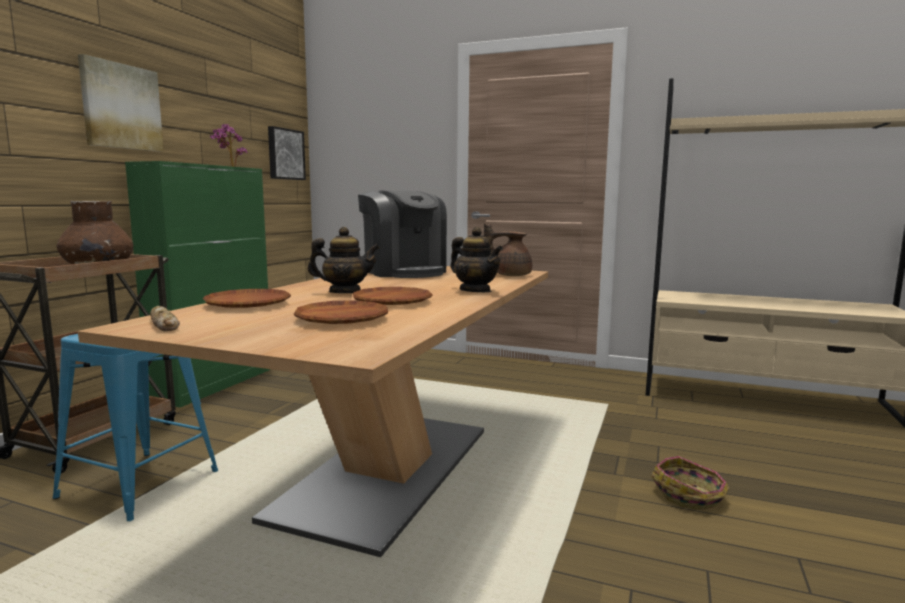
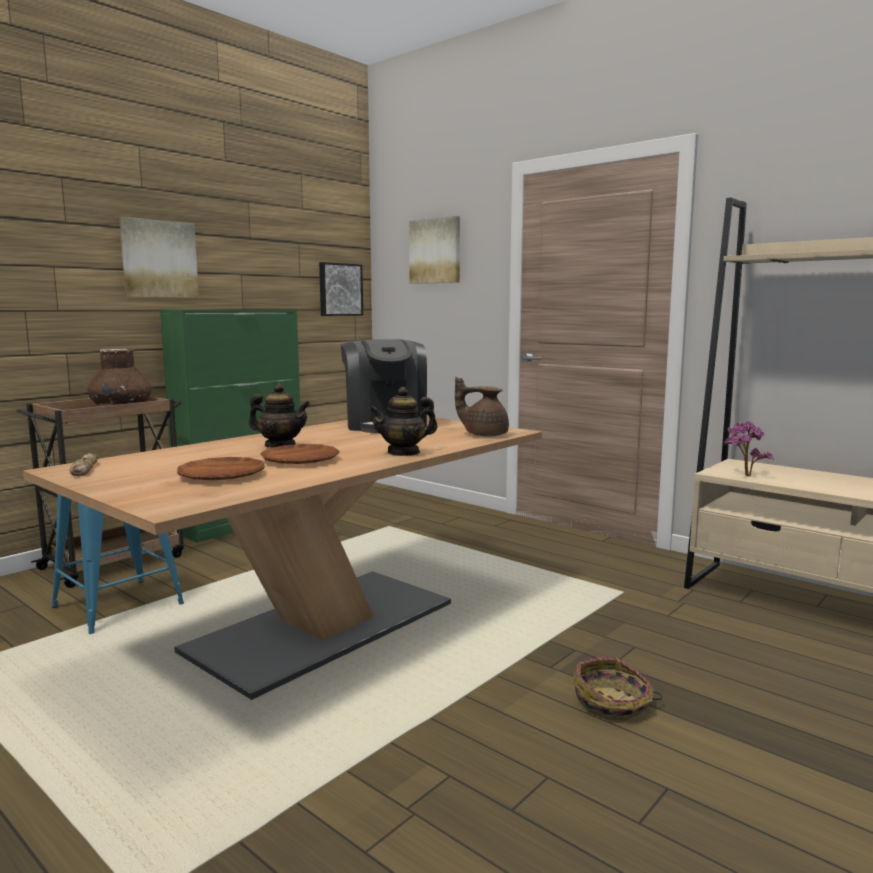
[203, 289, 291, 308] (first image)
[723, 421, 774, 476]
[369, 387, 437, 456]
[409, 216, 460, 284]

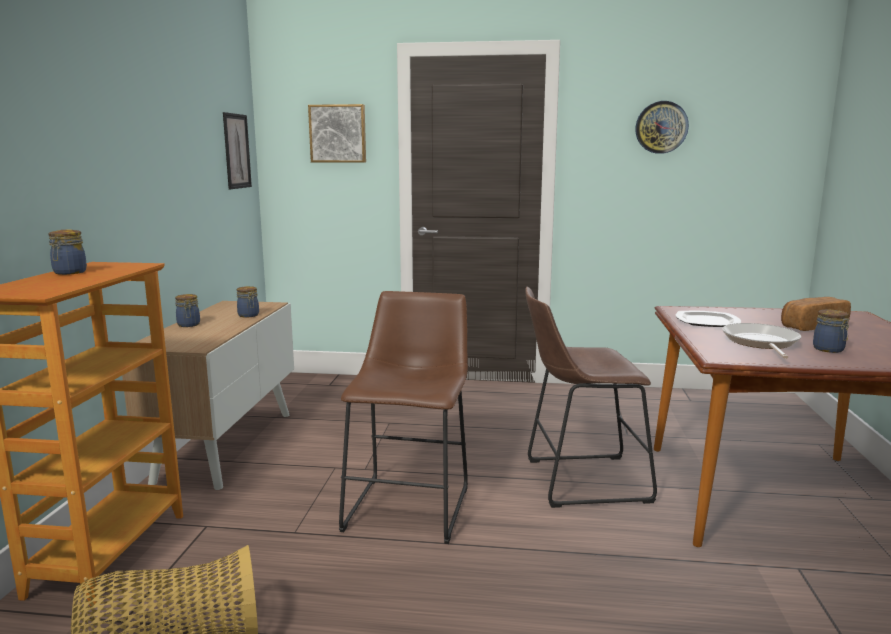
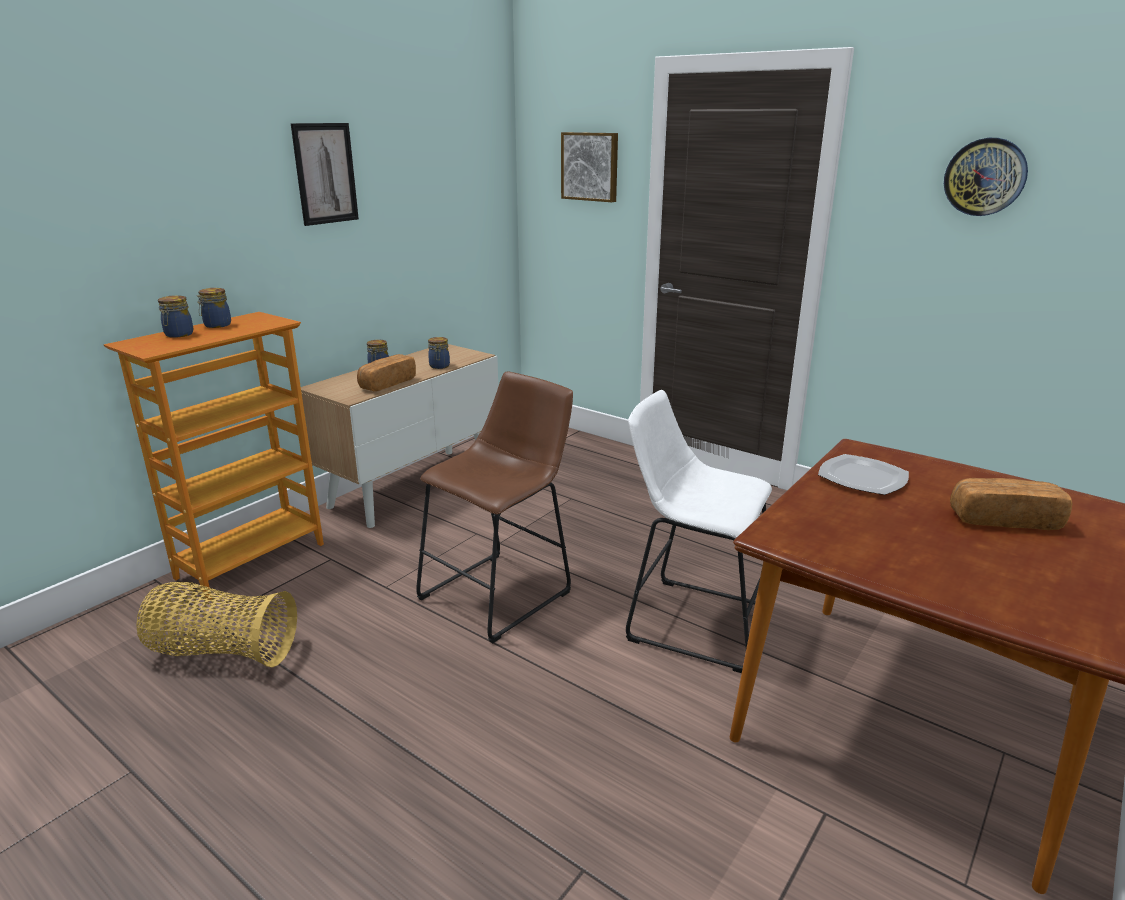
[291, 123, 359, 226]
[626, 390, 772, 673]
[722, 323, 801, 359] (first image)
[158, 295, 193, 338]
[357, 354, 416, 391]

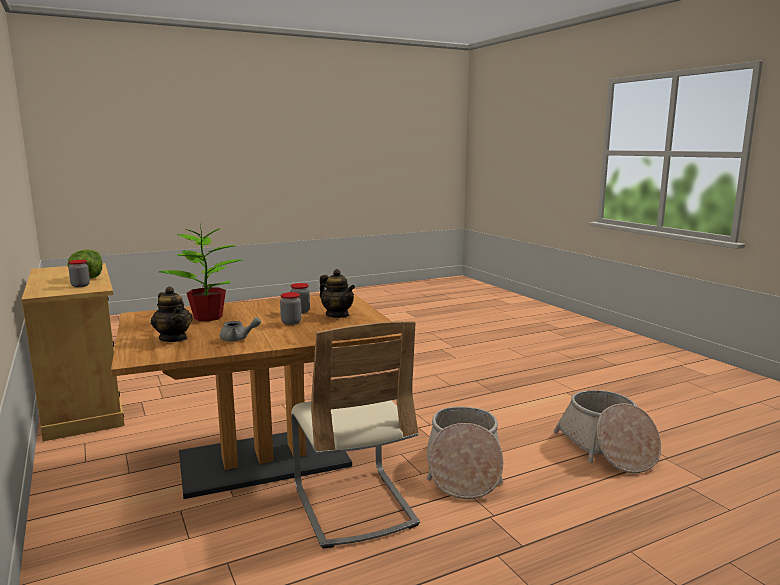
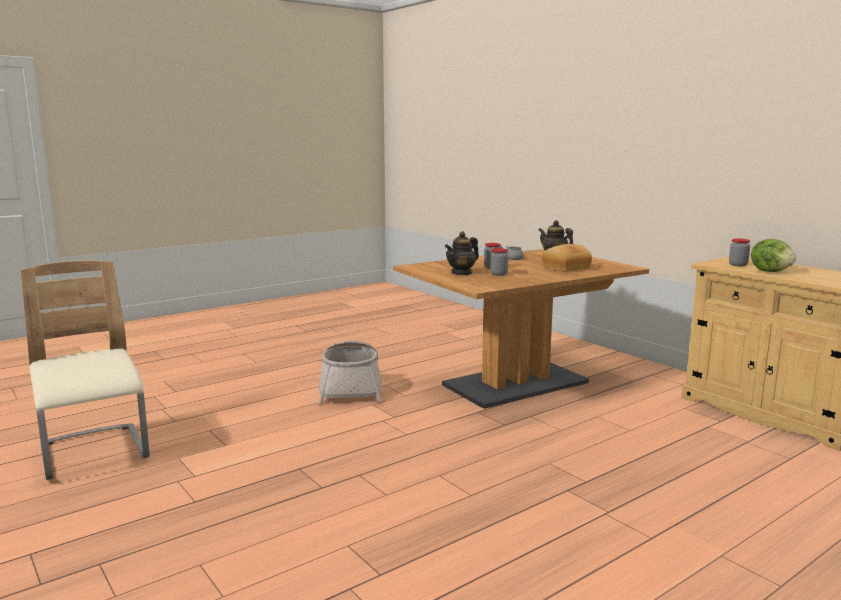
[542, 244, 592, 271]
[20, 260, 150, 480]
[445, 231, 479, 275]
[553, 390, 661, 473] (first image)

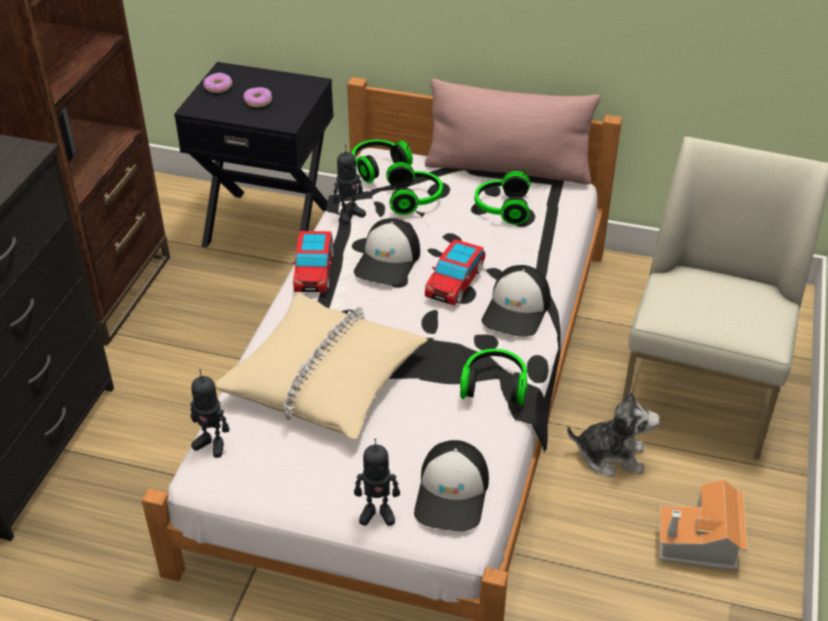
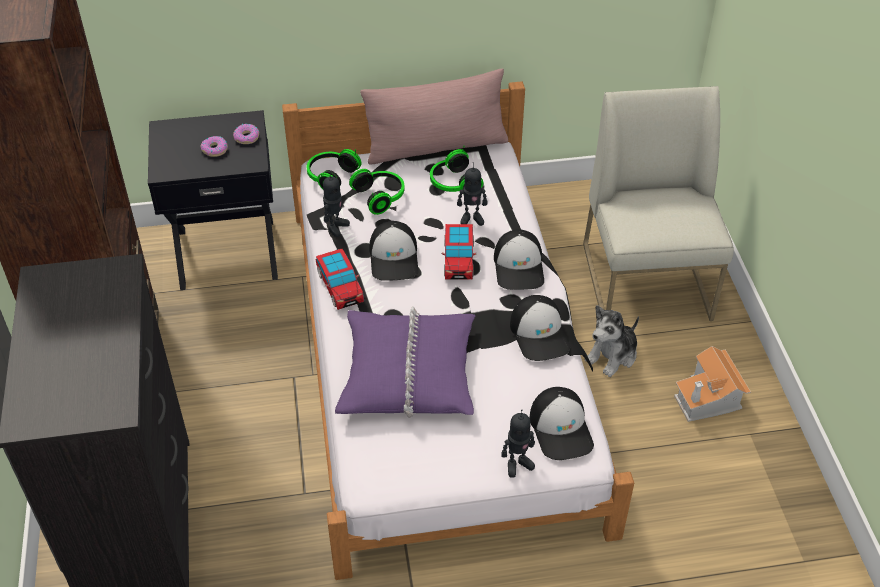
[457, 162, 487, 226]
[233, 124, 259, 144]
[335, 306, 476, 418]
[510, 295, 571, 361]
[585, 305, 639, 377]

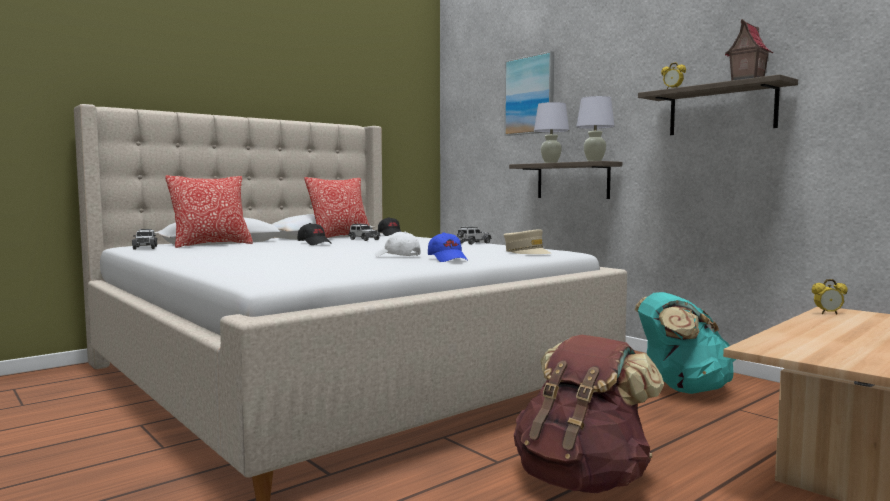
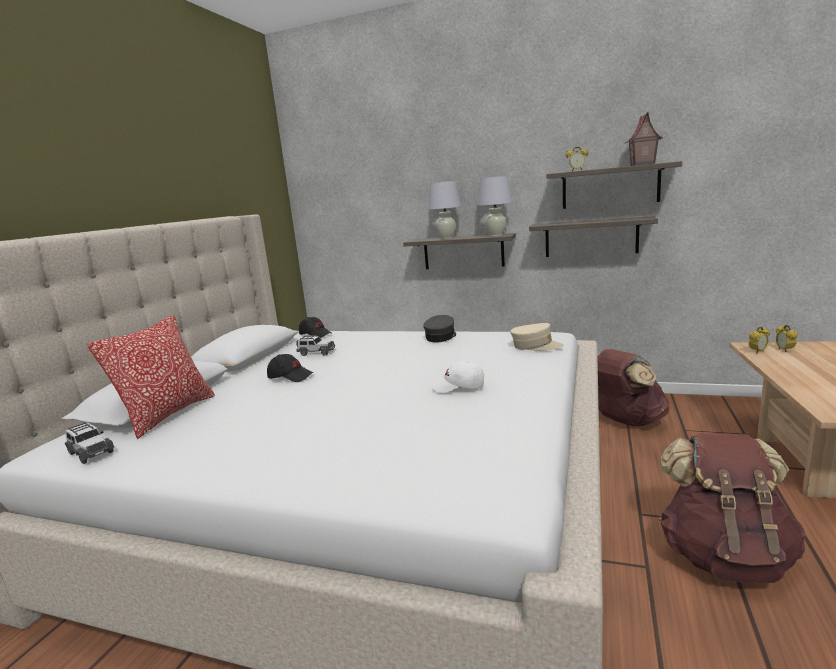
[305, 177, 370, 238] (first image)
[428, 232, 468, 262] (first image)
[423, 315, 456, 343]
[504, 51, 554, 136] (first image)
[597, 349, 670, 426]
[529, 216, 658, 257]
[776, 325, 798, 352]

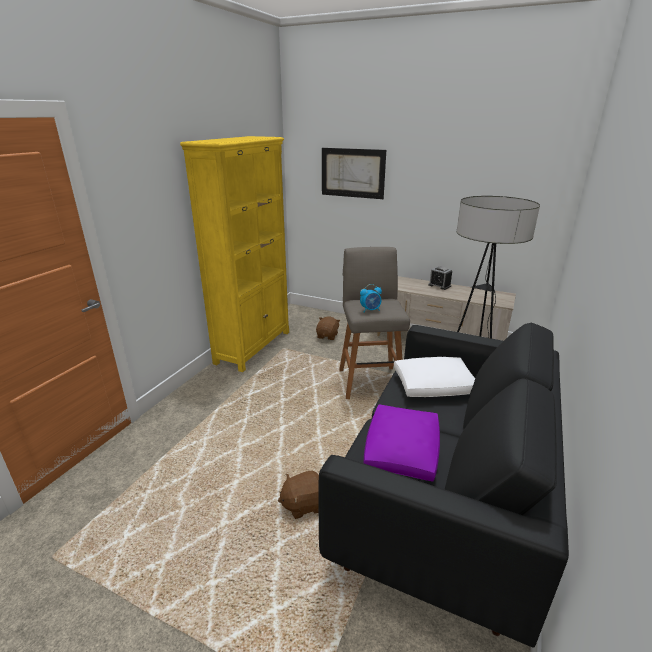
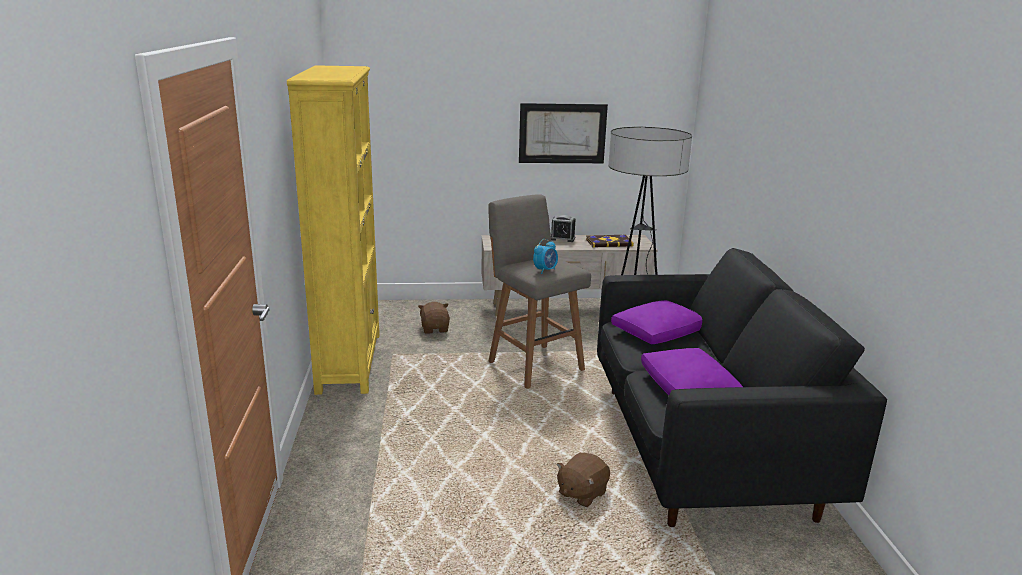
[519, 103, 608, 163]
[611, 300, 702, 344]
[586, 235, 634, 247]

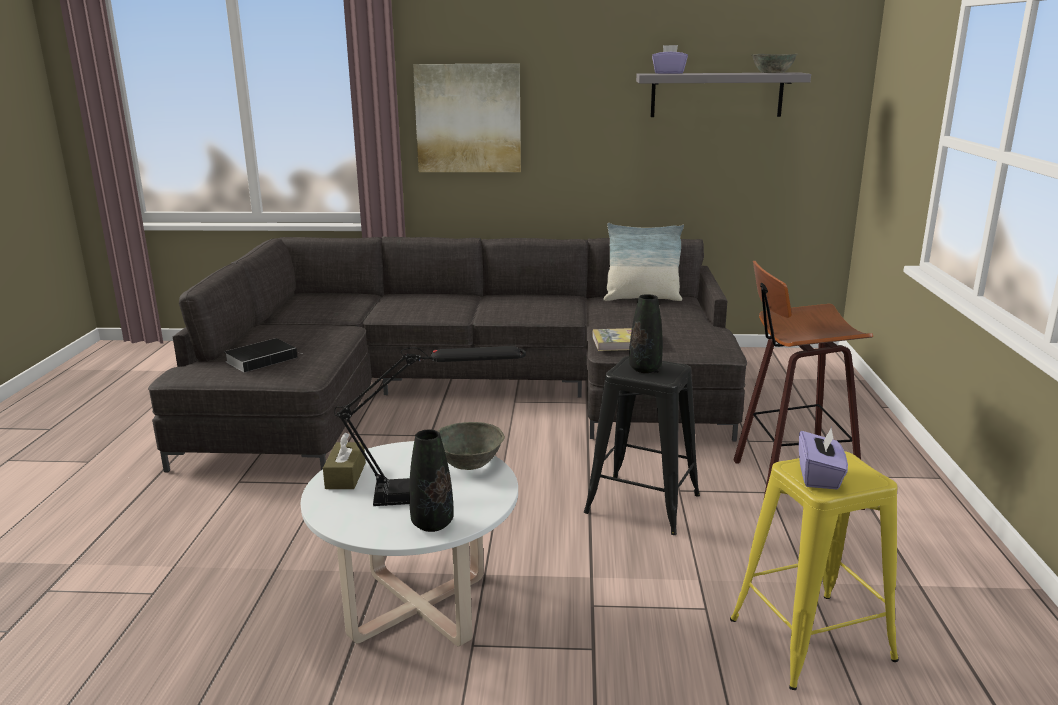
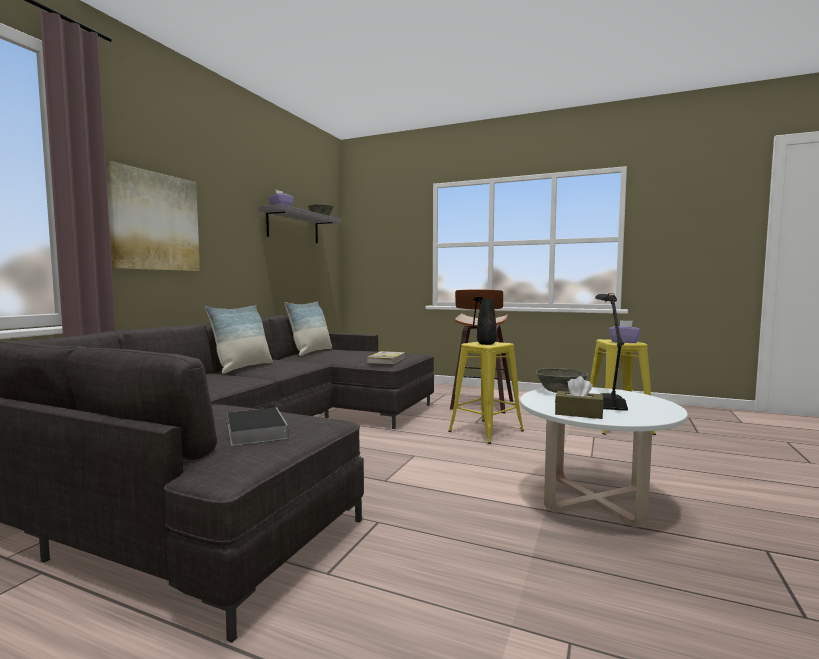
[409, 429, 454, 532] (first image)
[448, 342, 524, 444]
[205, 305, 273, 374]

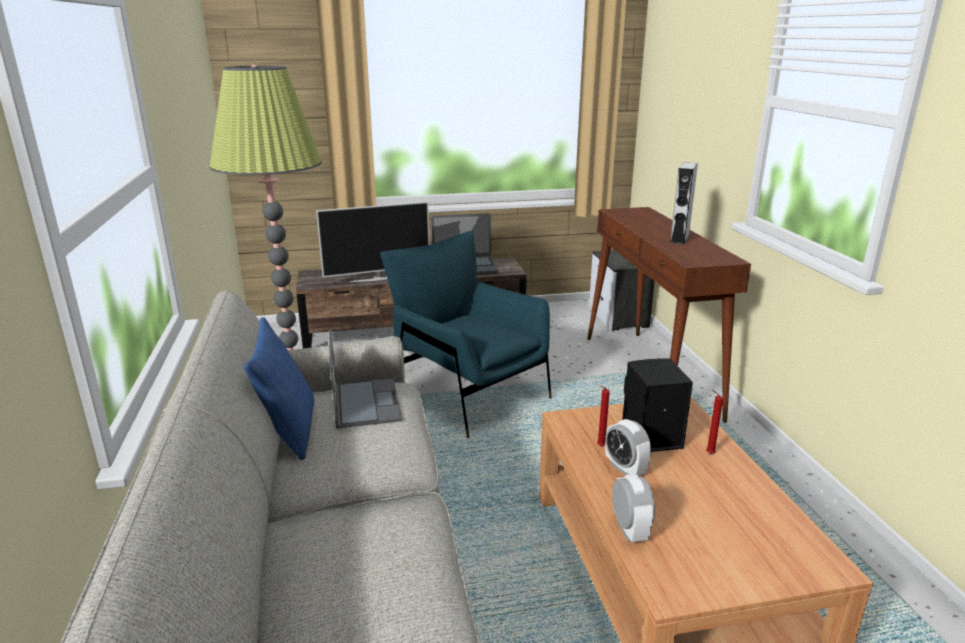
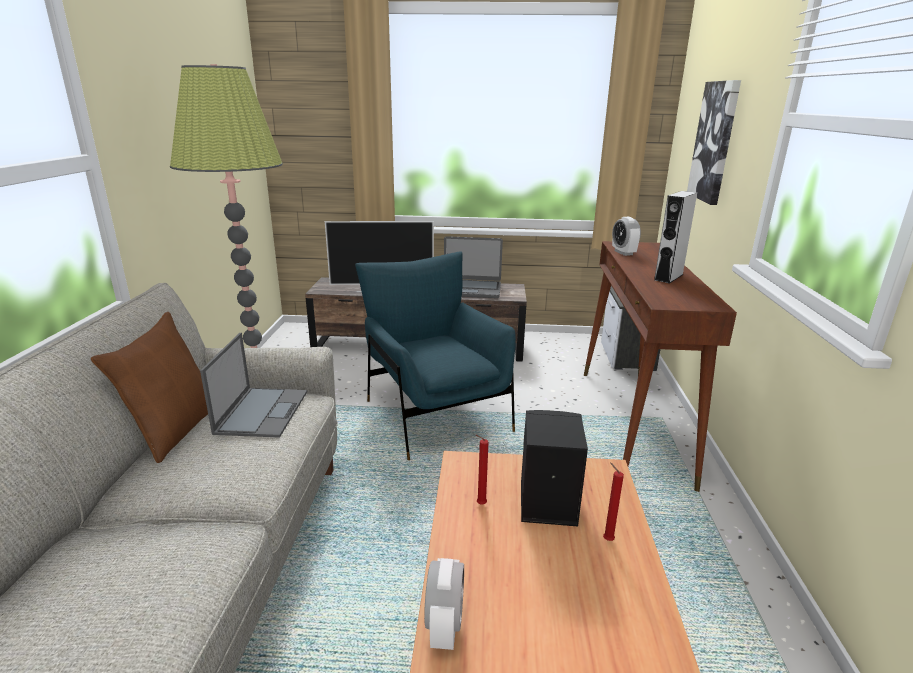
[91, 312, 208, 463]
[612, 217, 641, 256]
[687, 80, 741, 205]

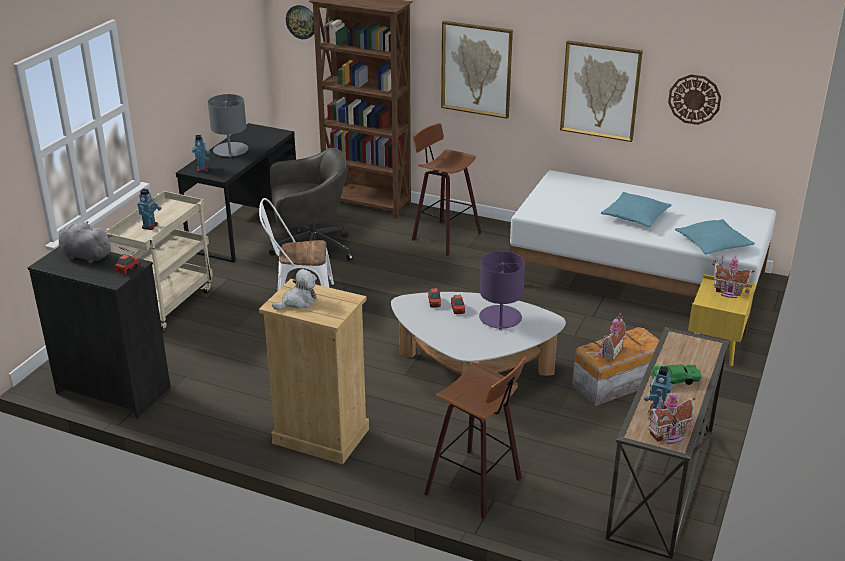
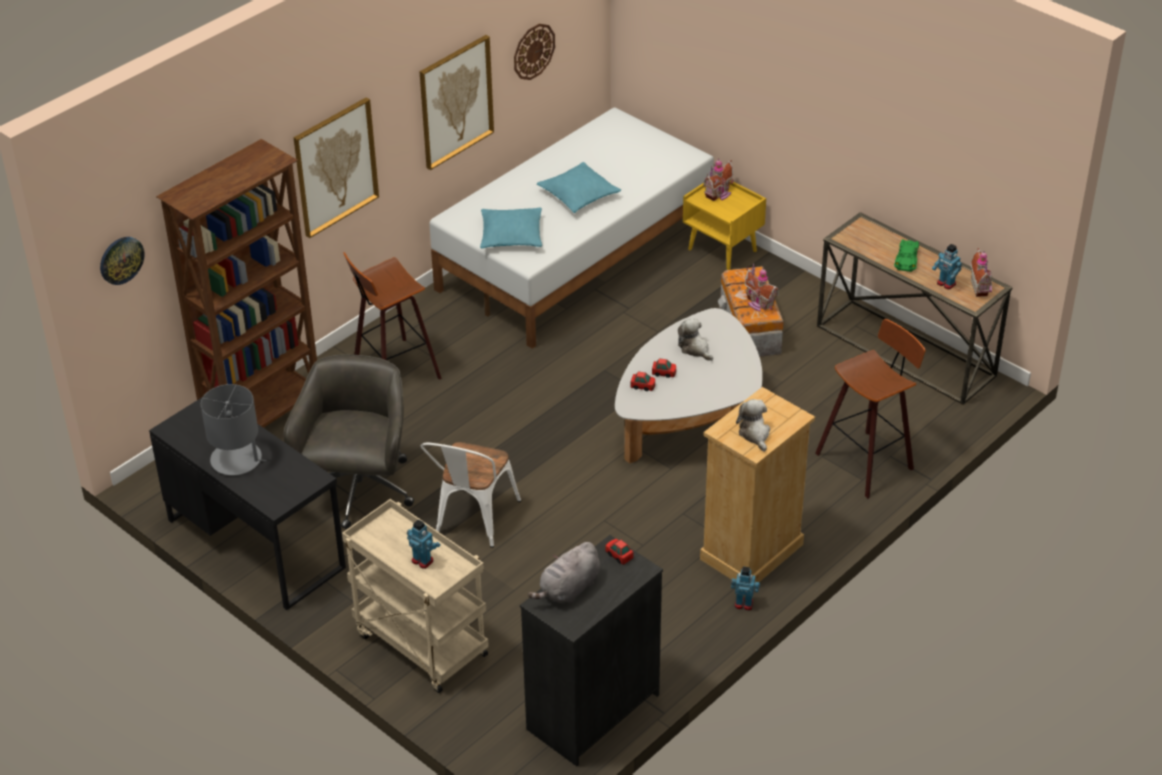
[731, 566, 760, 611]
[678, 318, 713, 361]
[480, 208, 542, 248]

